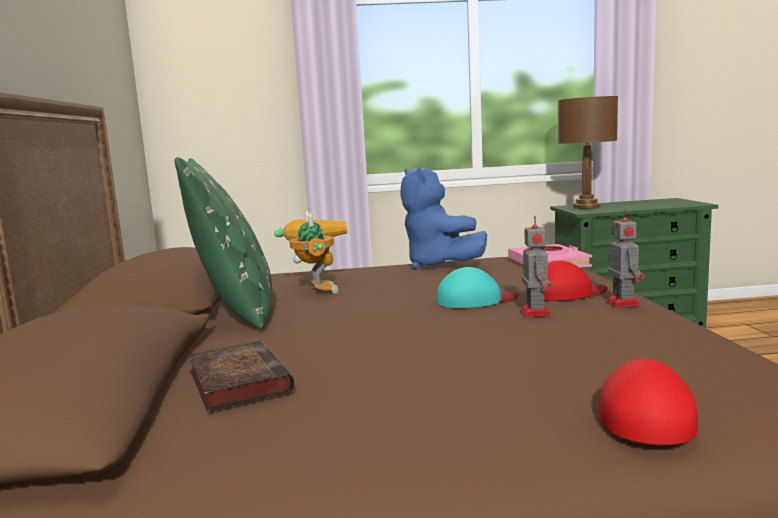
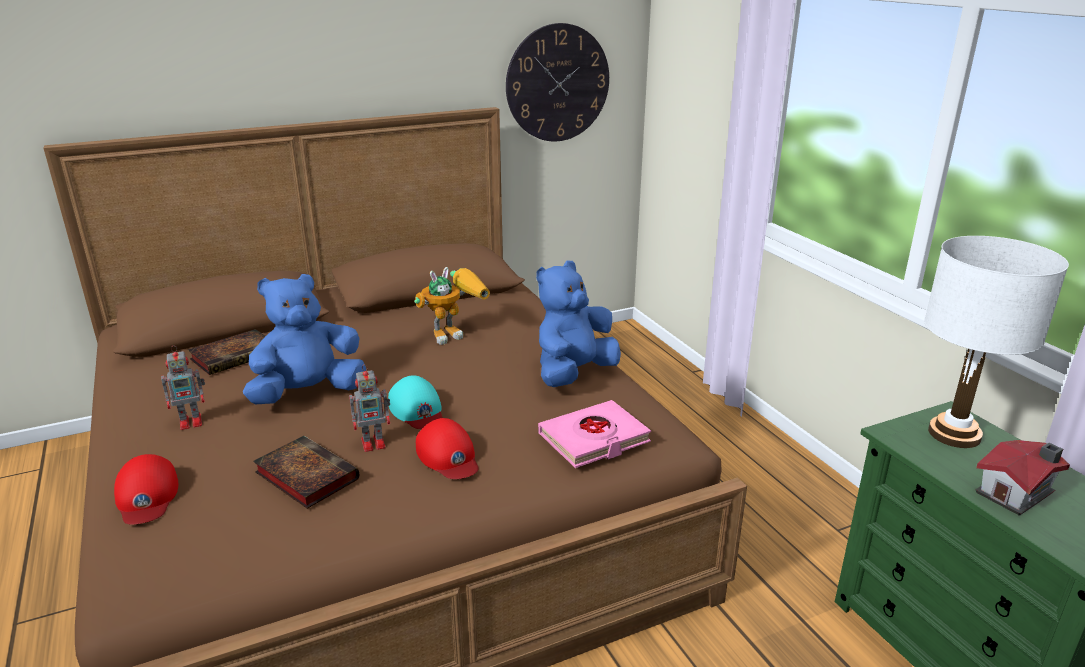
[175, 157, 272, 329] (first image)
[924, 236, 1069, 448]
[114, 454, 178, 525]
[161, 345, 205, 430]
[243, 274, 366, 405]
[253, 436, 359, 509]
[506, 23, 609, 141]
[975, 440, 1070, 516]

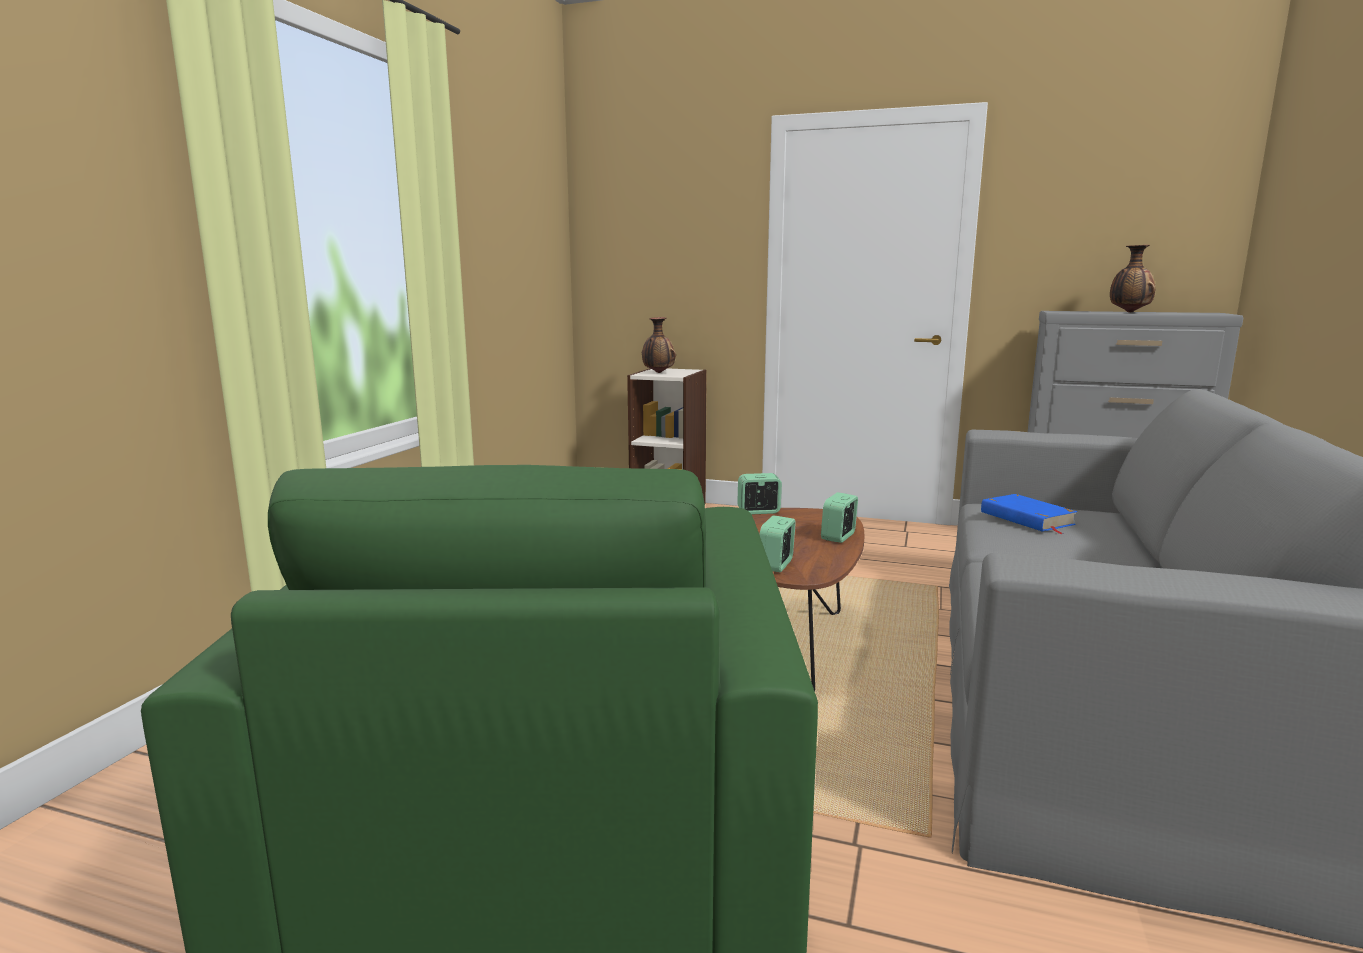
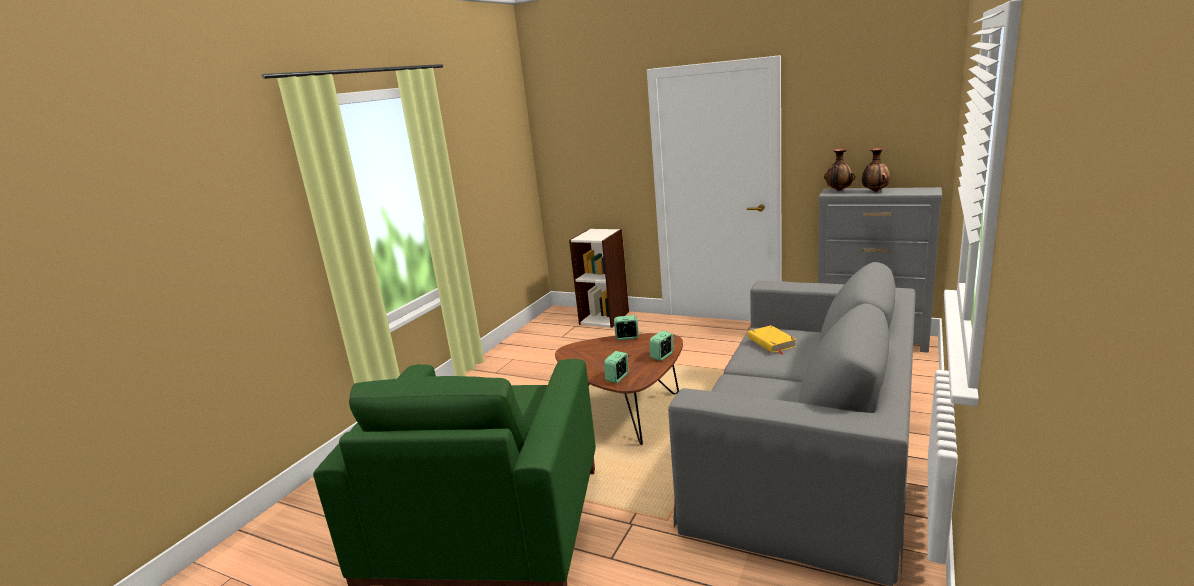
[824, 148, 855, 191]
[747, 325, 797, 354]

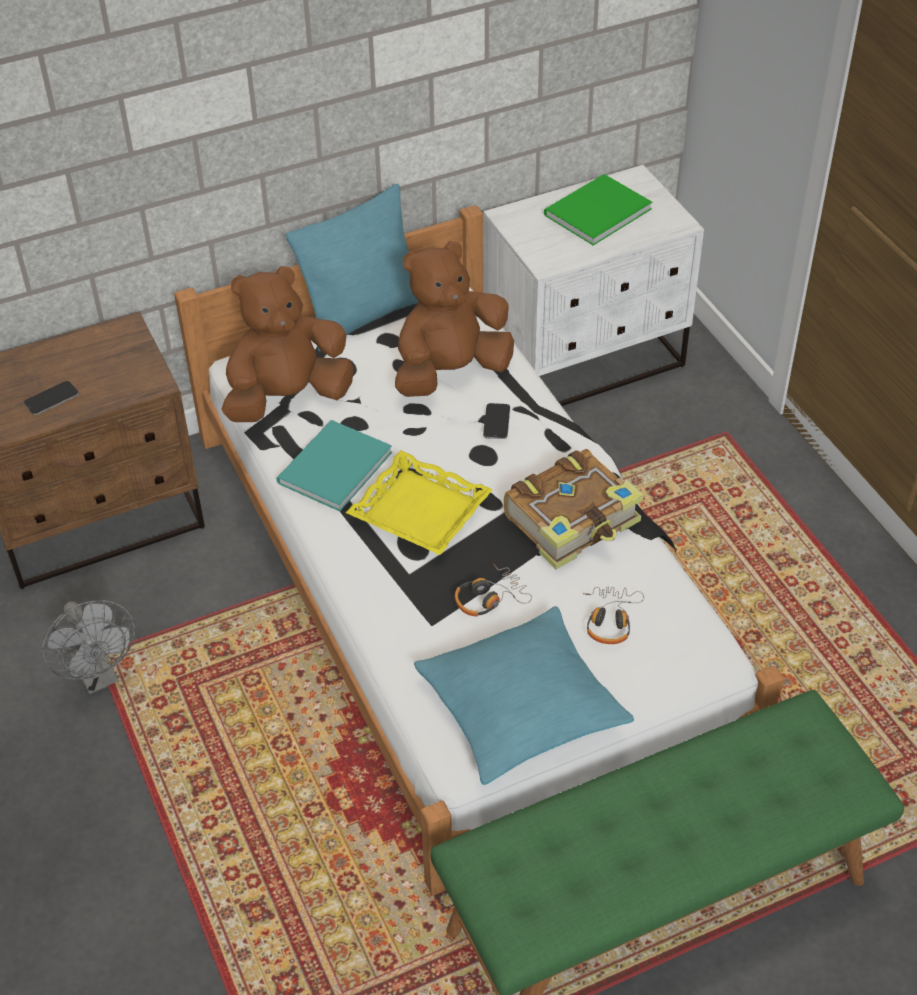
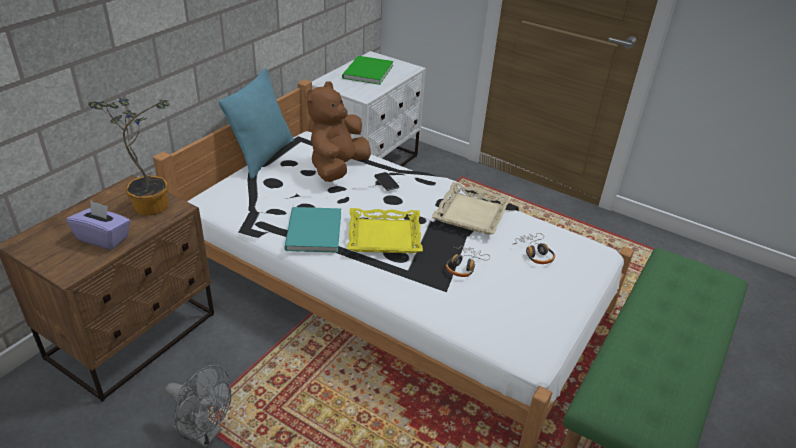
[66, 200, 131, 250]
[222, 266, 354, 422] (first image)
[414, 606, 634, 785] (first image)
[431, 182, 511, 235]
[88, 98, 169, 216]

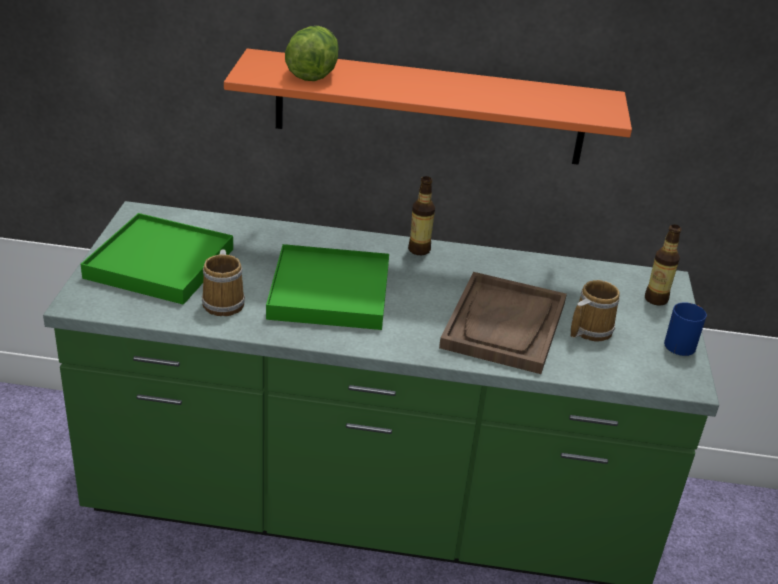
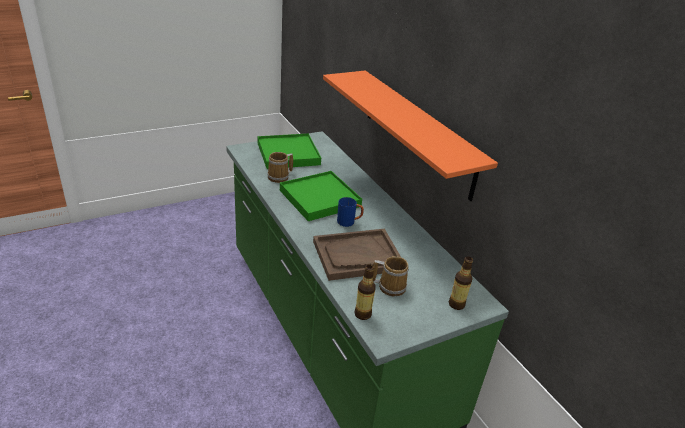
[285, 26, 339, 81] (first image)
[354, 265, 376, 320]
[337, 197, 364, 227]

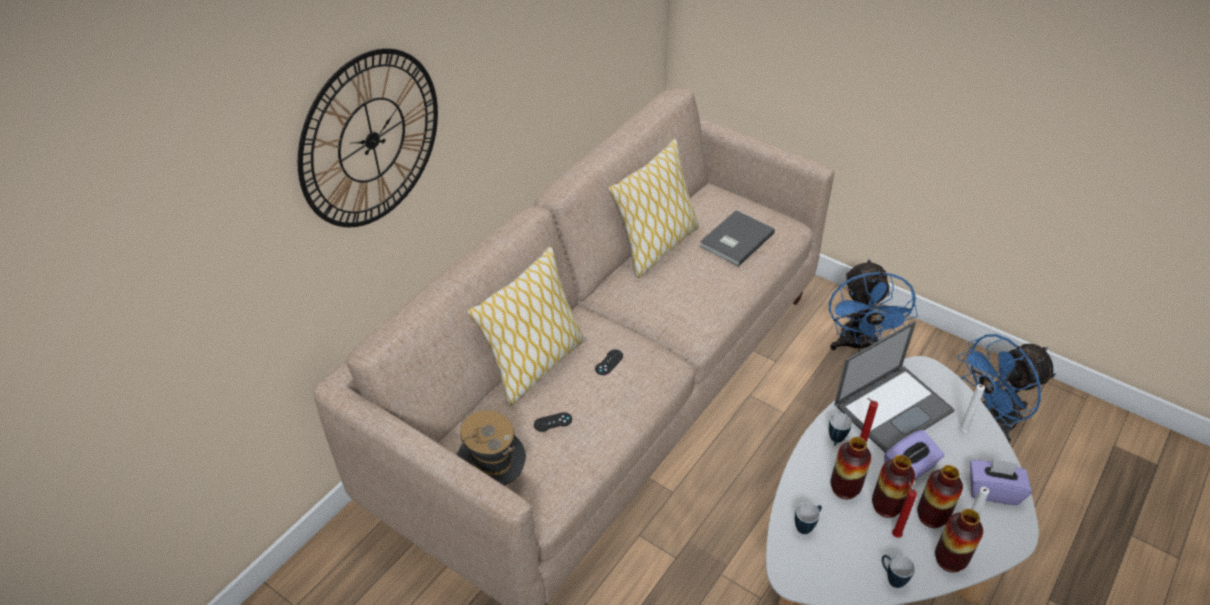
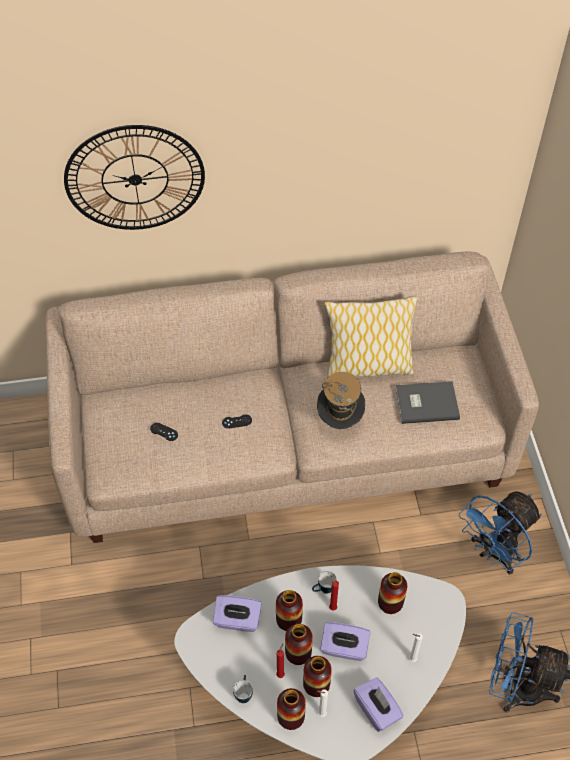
[317, 372, 365, 429]
[467, 246, 585, 406] (first image)
[213, 595, 262, 632]
[378, 572, 407, 614]

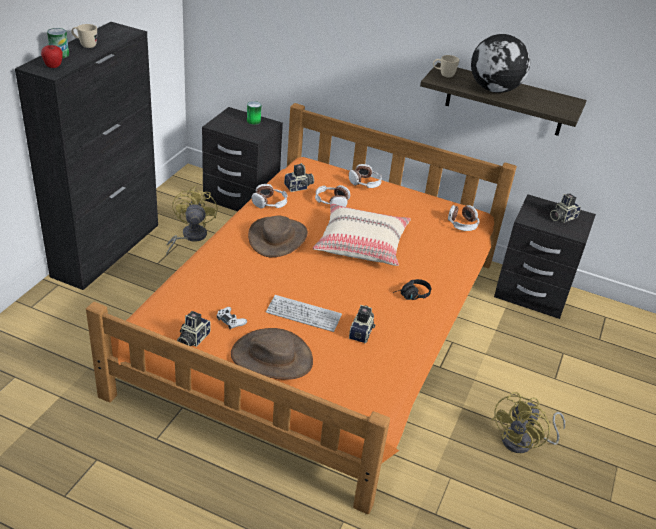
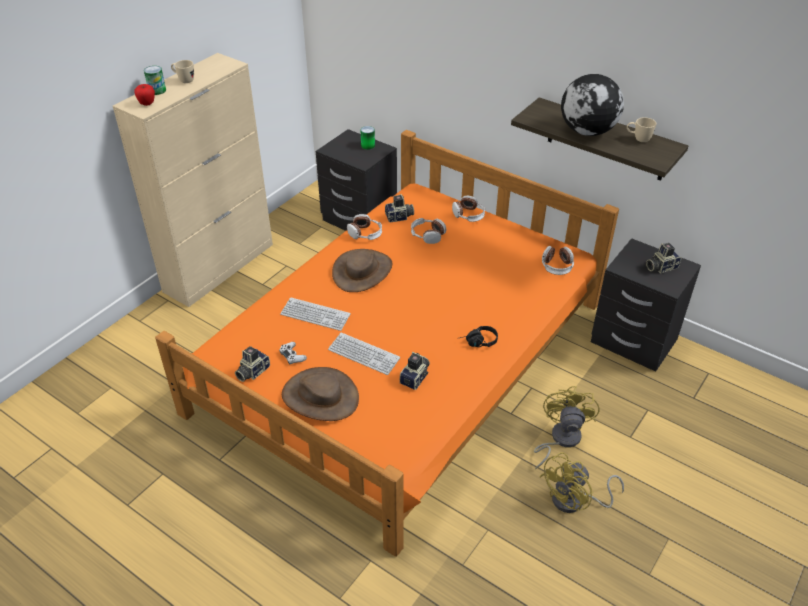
[113, 53, 273, 307]
[534, 386, 599, 470]
[313, 204, 411, 266] (first image)
[627, 117, 656, 142]
[280, 297, 350, 331]

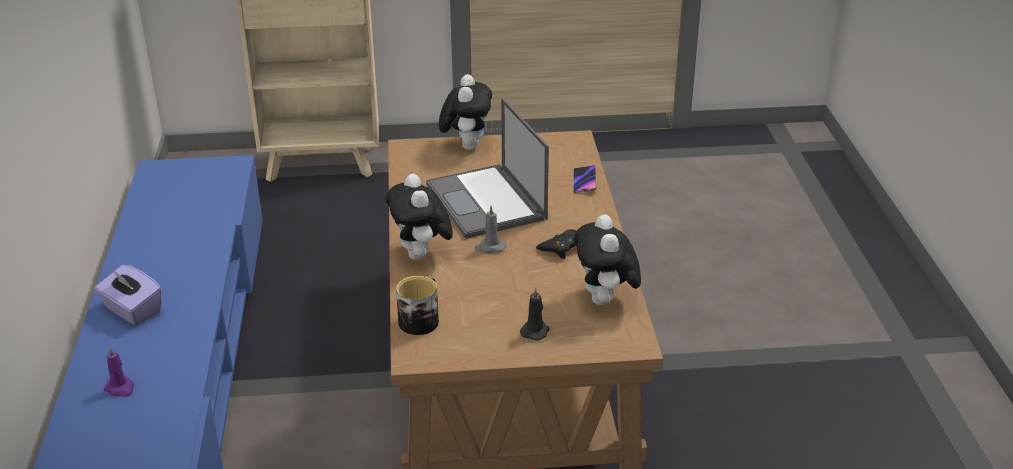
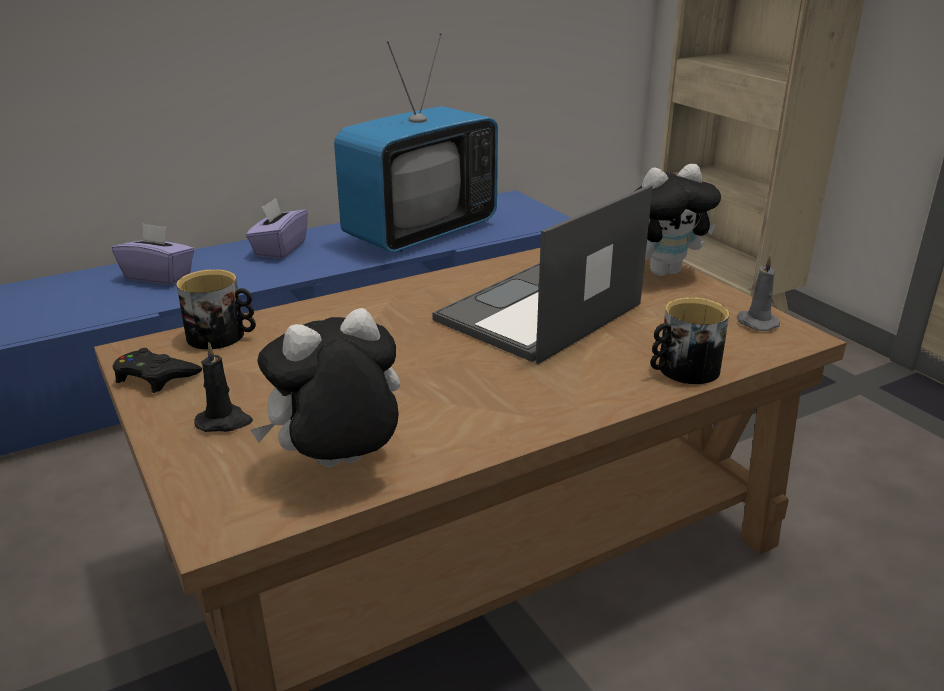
[112, 223, 195, 285]
[385, 174, 453, 260] (first image)
[737, 255, 780, 331]
[112, 348, 202, 393]
[651, 297, 729, 384]
[334, 33, 498, 253]

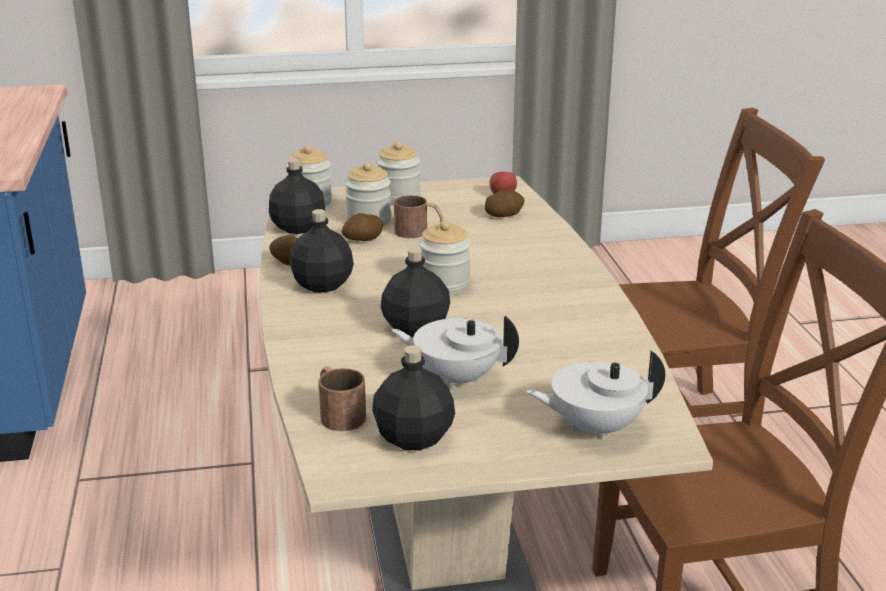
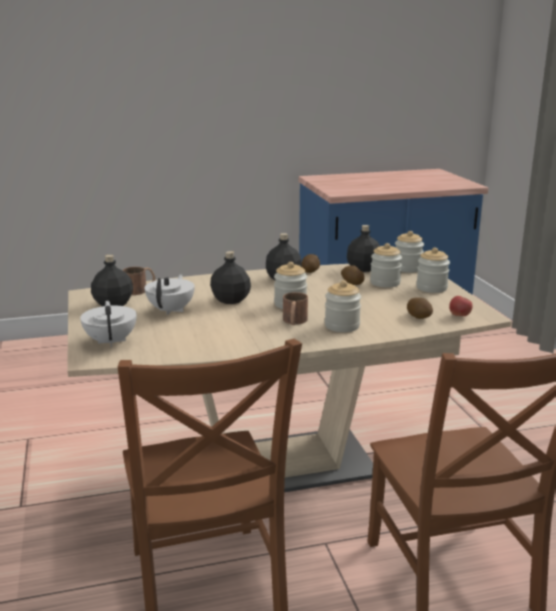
[283, 292, 308, 325]
[325, 280, 361, 332]

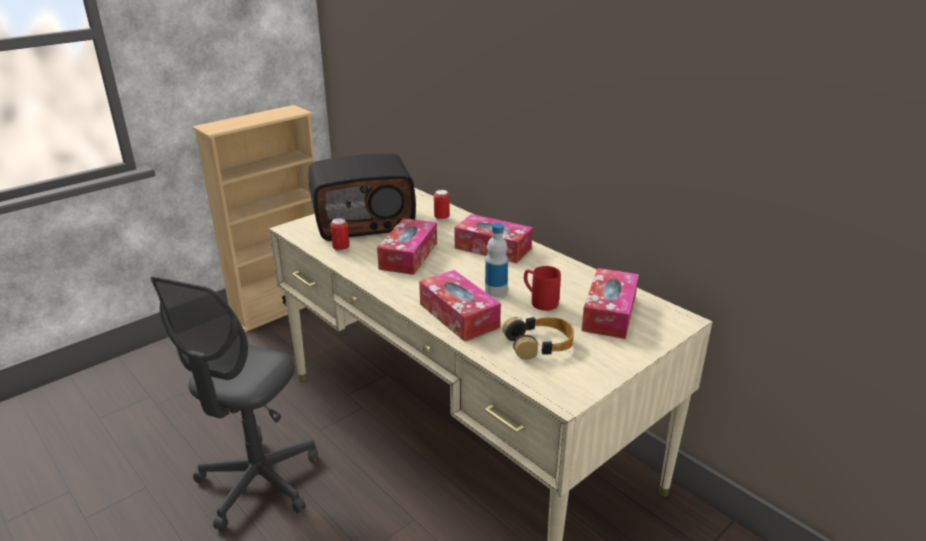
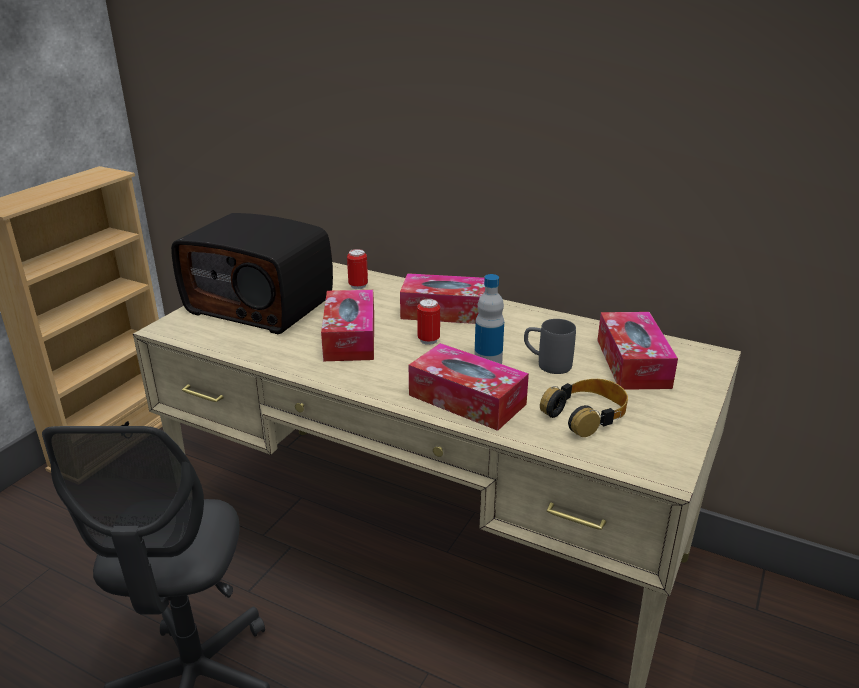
[171, 213, 333, 334]
[417, 299, 440, 345]
[524, 319, 576, 374]

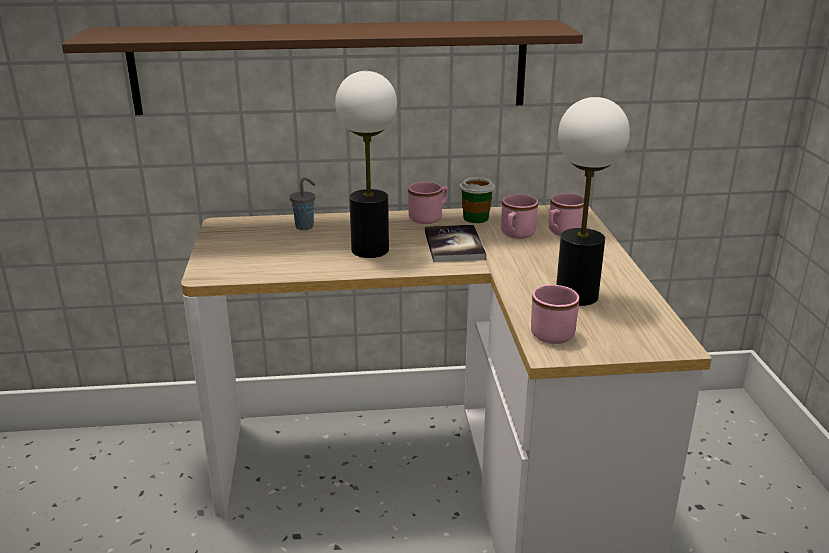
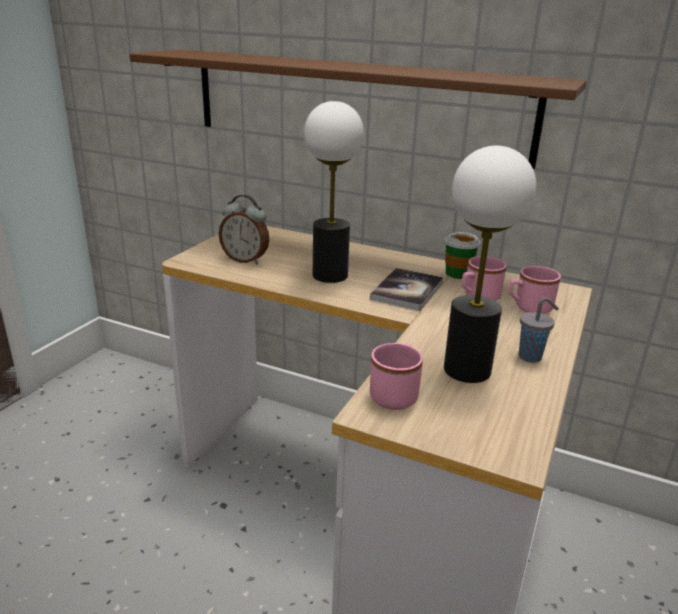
[519, 297, 559, 363]
[408, 182, 448, 224] (first image)
[219, 195, 269, 264]

